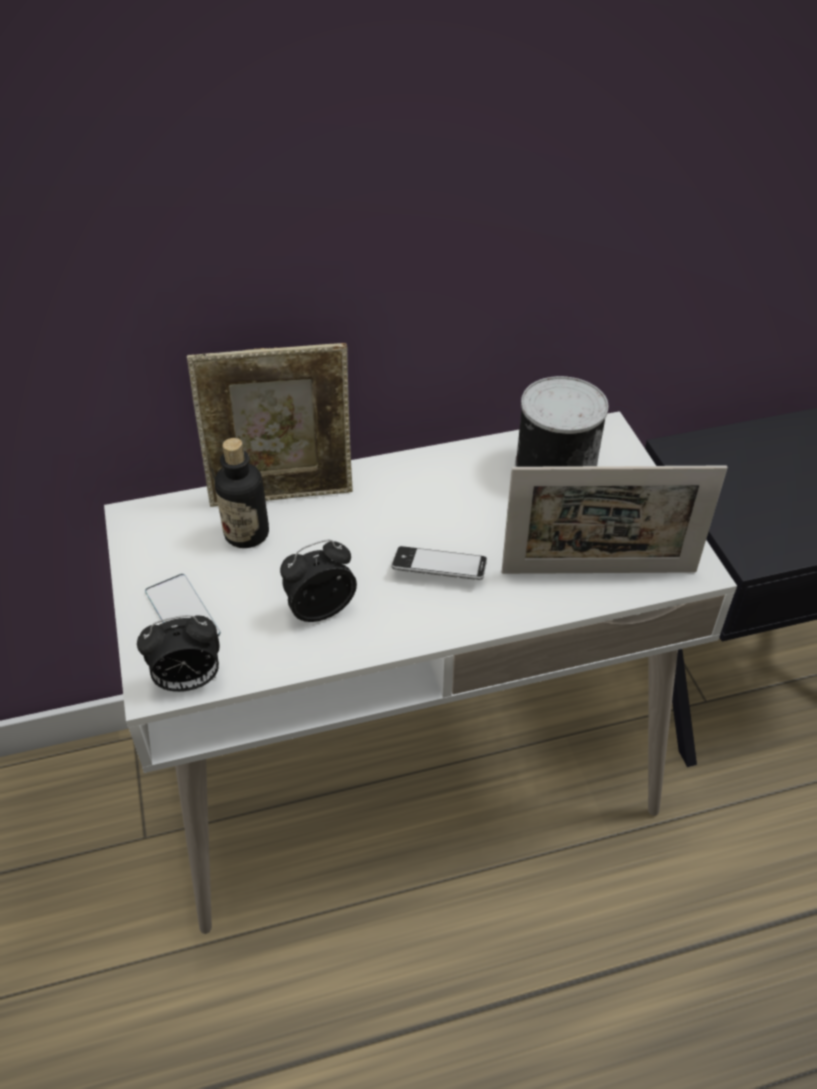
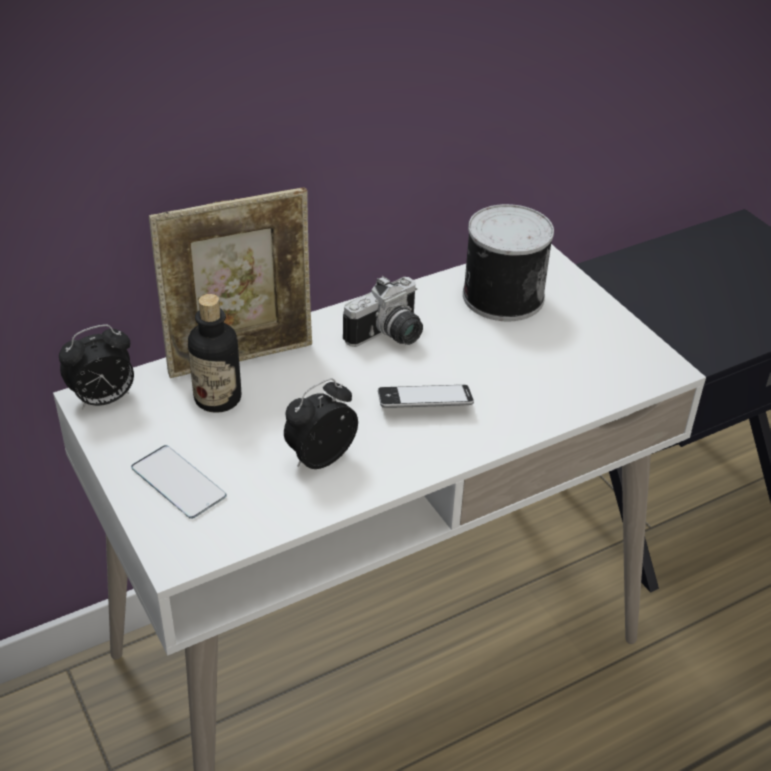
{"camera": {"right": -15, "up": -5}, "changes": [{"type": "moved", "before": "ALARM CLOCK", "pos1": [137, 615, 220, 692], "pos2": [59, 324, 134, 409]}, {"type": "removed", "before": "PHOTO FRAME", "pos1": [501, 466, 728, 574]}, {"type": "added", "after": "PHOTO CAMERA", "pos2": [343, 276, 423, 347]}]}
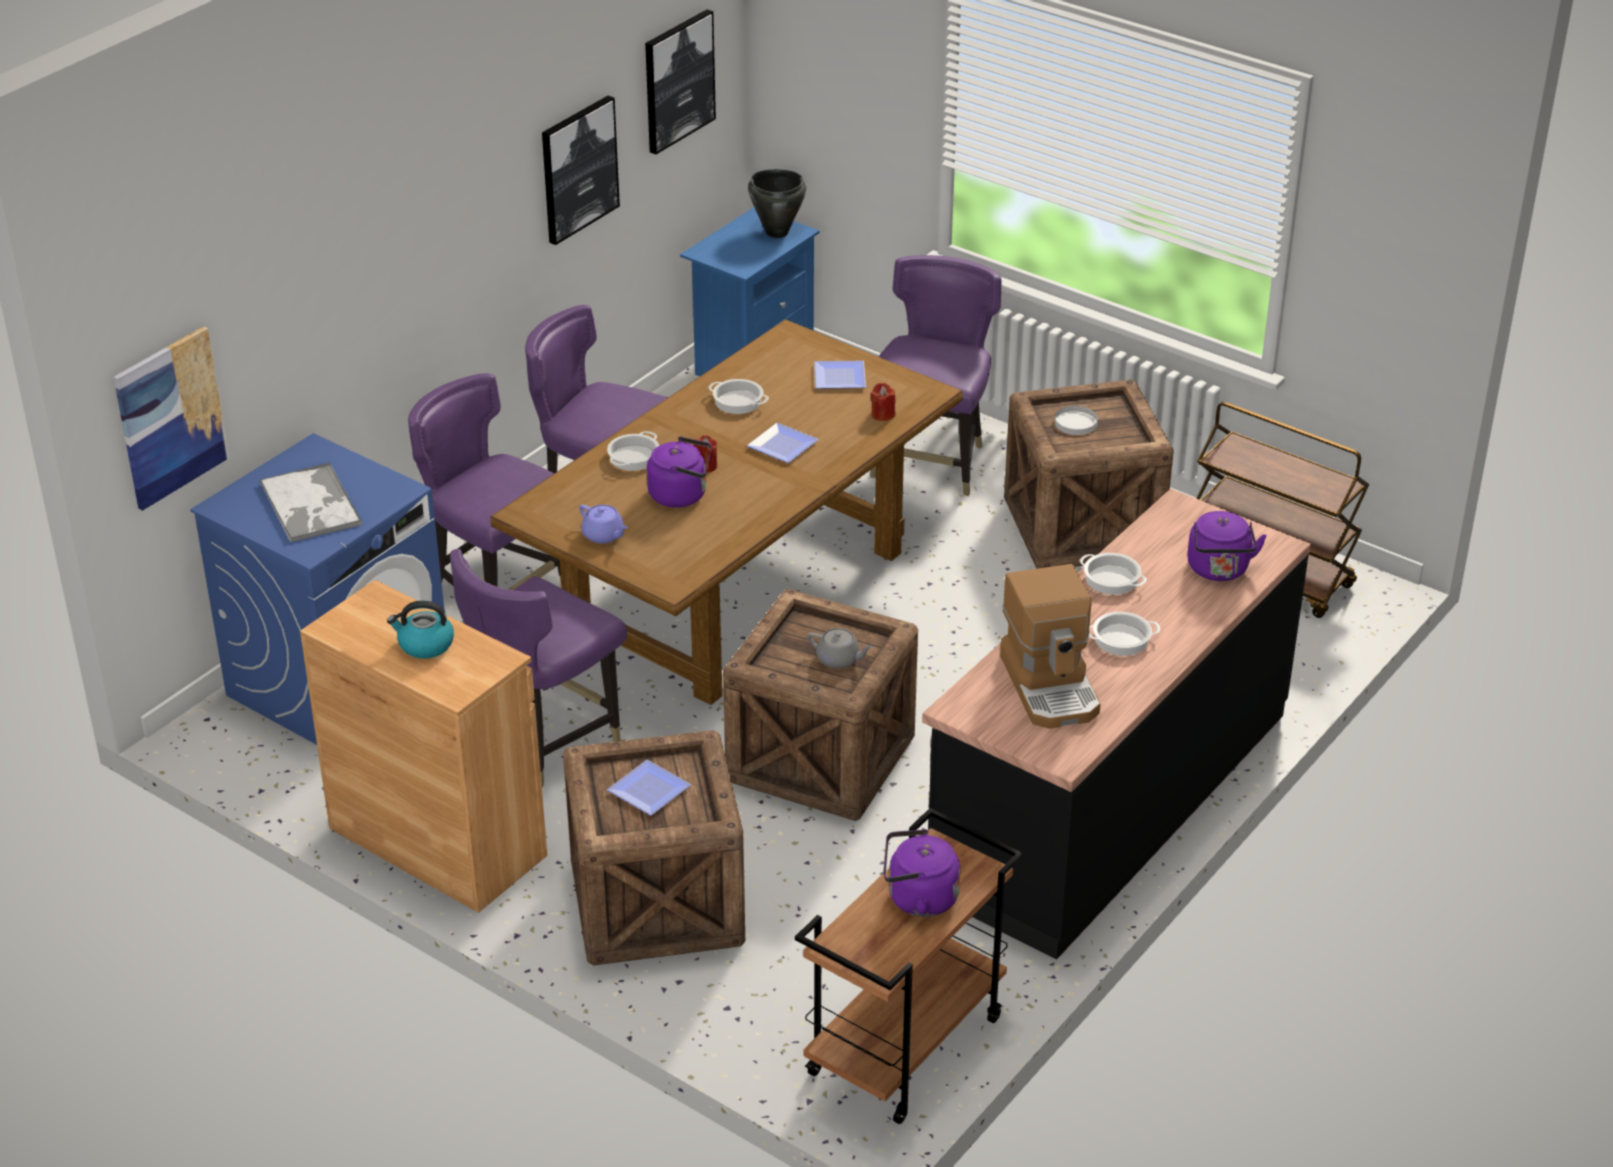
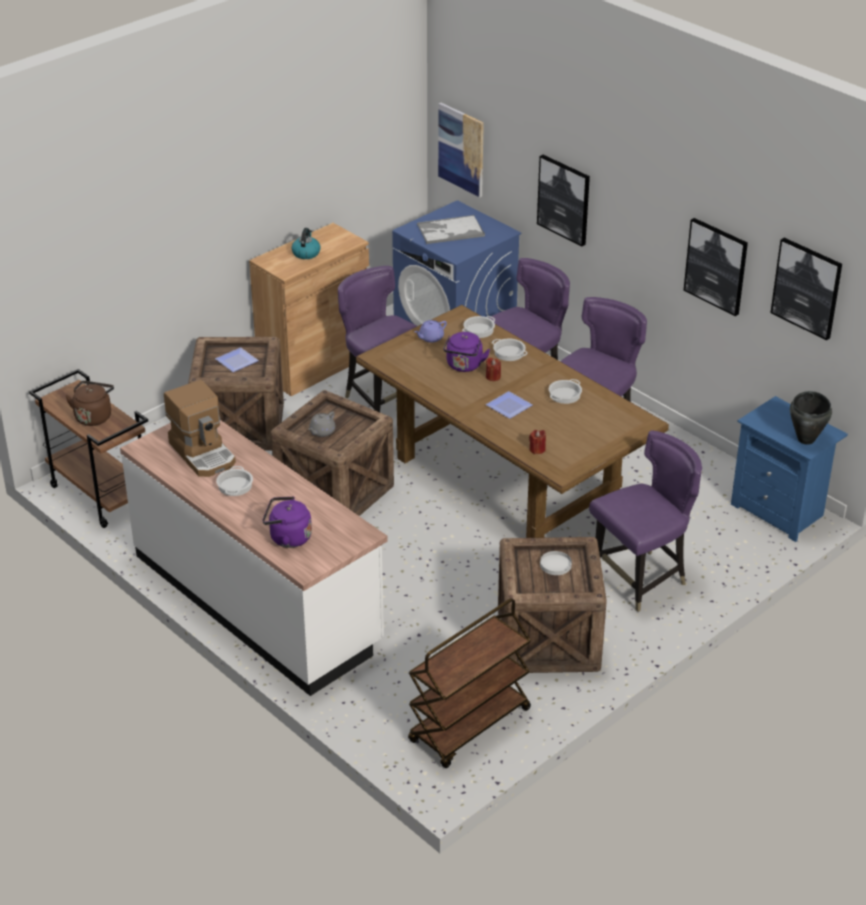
{"camera": {"right": 100, "up": 0}, "changes": [{"type": "removed", "before": "DINNER PLATE", "pos1": [814, 361, 866, 389]}, {"type": "turned", "before": "PURPLE-COLOURED CHAIR", "pos1": [870, 255, 1002, 496], "pos2": [589, 430, 702, 612], "turn": -60}, {"type": "recoloured", "before": "PURPLE-COLOURED WATER KETTLE", "after": "BROWN-COLOURED WATER KETTLE", "pos1": [883, 829, 961, 917], "pos2": [65, 381, 114, 426]}, {"type": "recoloured", "before": "BLACK KITCHEN COUNTER", "after": "WHITE-COLOURED KITCHEN COUNTER", "pos1": [922, 489, 1311, 960], "pos2": [120, 420, 387, 696]}, {"type": "turned", "before": "COFFEE BREWER", "pos1": [1000, 564, 1101, 729], "pos2": [164, 380, 236, 477], "turn": -120}, {"type": "moved", "before": "STOCKPOT", "pos1": [1079, 553, 1147, 595], "pos2": [462, 316, 495, 338]}, {"type": "added", "after": "WALL ART", "pos2": [537, 155, 590, 246]}]}
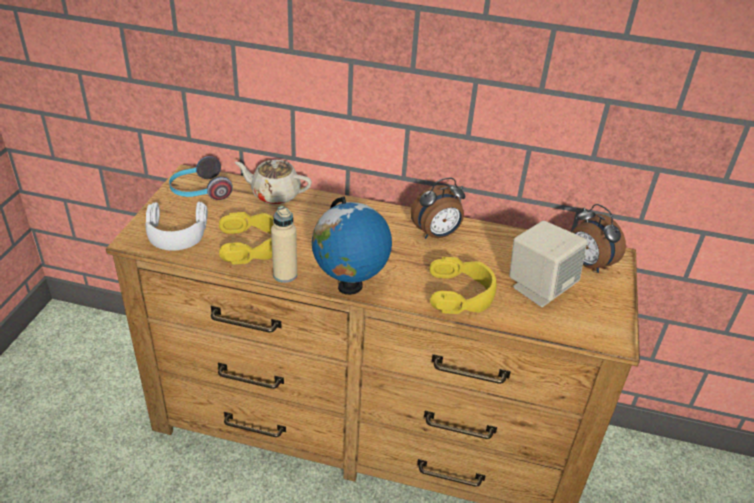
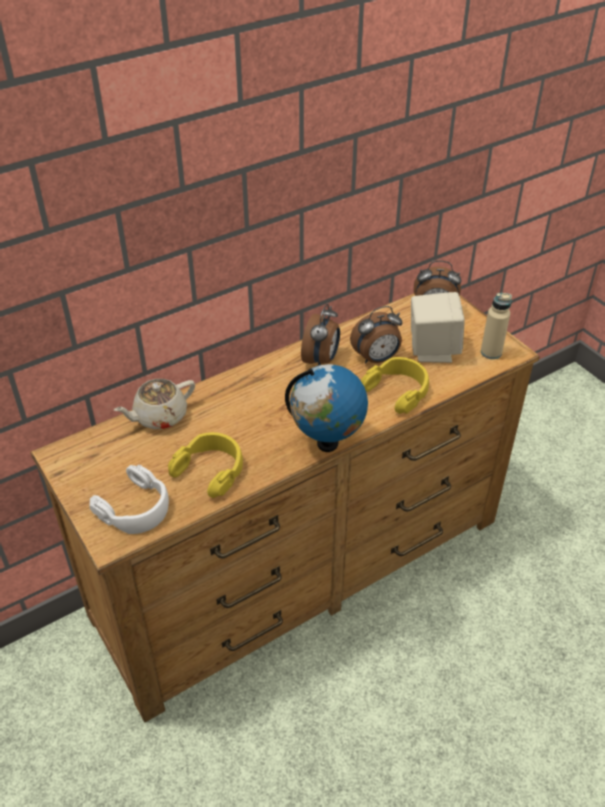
{"camera": {"right": -45, "up": 5}, "changes": [{"type": "removed", "before": "HEADPHONES", "pos1": [169, 156, 233, 200]}, {"type": "moved", "before": "BEIGE BEVERAGE BOTTLE", "pos1": [271, 206, 297, 283], "pos2": [481, 293, 512, 359]}, {"type": "added", "after": "ALARM CLOCK", "pos2": [350, 306, 402, 364]}]}
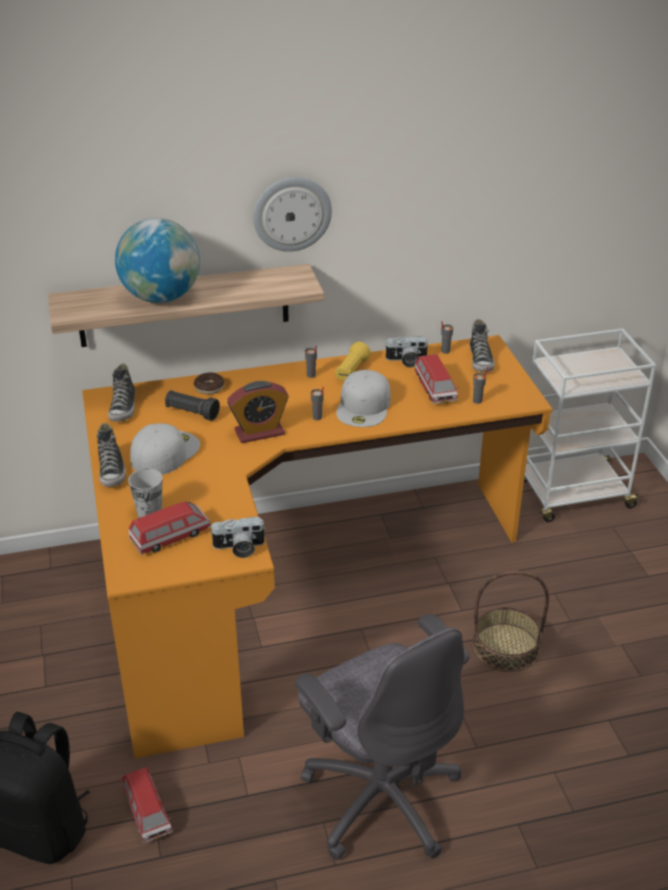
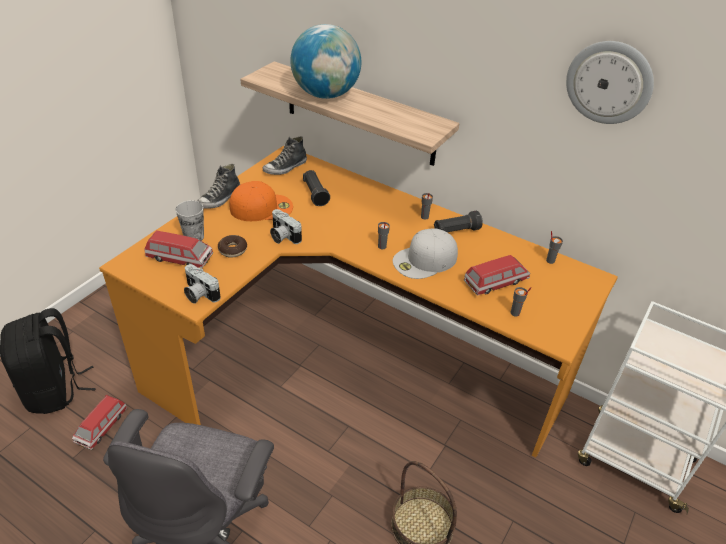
{"camera": {"right": 45, "up": 5}, "changes": [{"type": "recoloured", "before": "WHITE-COLOURED BASEBALL CAP", "after": "ORANGE BASEBALL CAP", "pos1": [130, 423, 200, 475], "pos2": [229, 181, 293, 221]}, {"type": "moved", "before": "DOUGHNUT", "pos1": [194, 372, 224, 394], "pos2": [218, 235, 247, 258]}, {"type": "removed", "before": "ALARM CLOCK", "pos1": [227, 381, 289, 443]}, {"type": "moved", "before": "CLOCK ON THE WALL", "pos1": [253, 177, 332, 252], "pos2": [566, 41, 654, 124]}, {"type": "recoloured", "before": "YELLOWISH HAND TORCH", "after": "BLACK HAND TORCH", "pos1": [335, 342, 371, 381], "pos2": [434, 211, 483, 232]}, {"type": "moved", "before": "PHOTO CAMERA", "pos1": [384, 336, 429, 368], "pos2": [270, 209, 302, 244]}, {"type": "turned", "before": "MODEL CAR", "pos1": [415, 354, 458, 404], "pos2": [464, 255, 530, 296], "turn": -150}, {"type": "removed", "before": "SHOE", "pos1": [470, 319, 495, 372]}]}
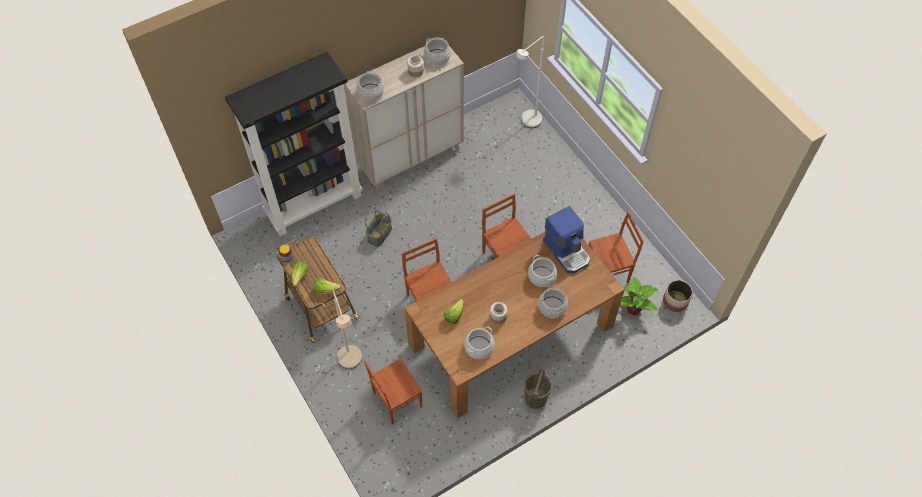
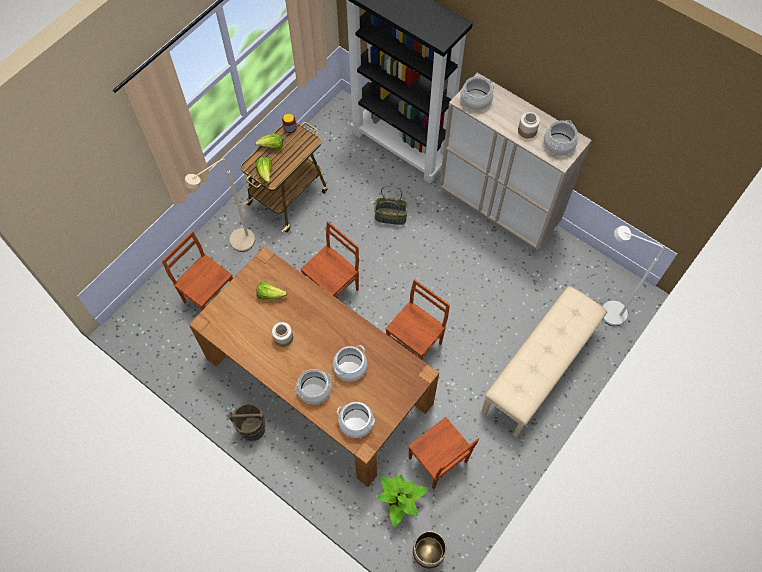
{"camera": {"right": 70, "up": 5}, "changes": [{"type": "moved", "before": "STOCKPOT", "pos1": [464, 326, 495, 359], "pos2": [337, 402, 375, 438]}, {"type": "removed", "before": "COFFEE BREWER", "pos1": [543, 206, 591, 274]}, {"type": "added", "after": "BEIGE LONG SEAT", "pos2": [481, 286, 607, 438]}]}
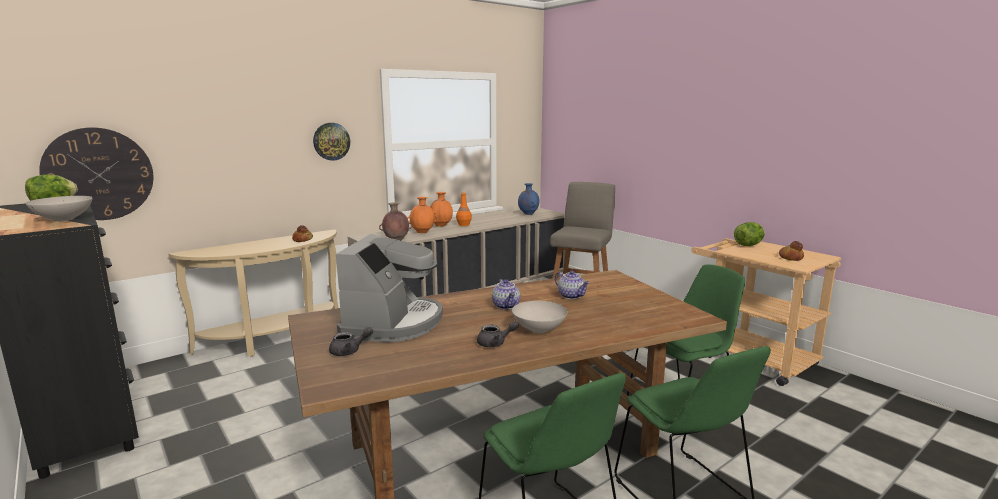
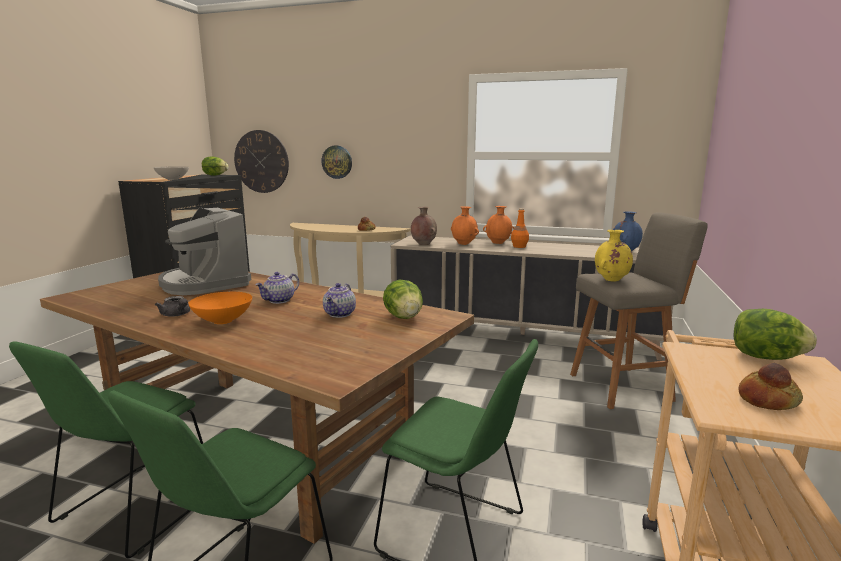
{"camera": {"right": 55, "up": 0}, "changes": [{"type": "moved", "before": "CLOCK ON THE WALL", "pos1": [313, 123, 350, 161], "pos2": [321, 146, 352, 179]}, {"type": "removed", "before": "GRAY POT FOR TEA", "pos1": [329, 327, 373, 356]}, {"type": "turned", "before": "COFFEE BREWER", "pos1": [336, 234, 443, 342], "pos2": [158, 208, 251, 295], "turn": 75}, {"type": "recoloured", "before": "WHITE-COLOURED SERVING BOWL", "after": "ORANGE SERVING BOWL", "pos1": [512, 301, 568, 333], "pos2": [188, 292, 252, 324]}, {"type": "added", "after": "HEAD OF LETTUCE", "pos2": [383, 280, 423, 319]}, {"type": "added", "after": "YELLOWISH FLOWER VASE", "pos2": [595, 230, 633, 281]}]}
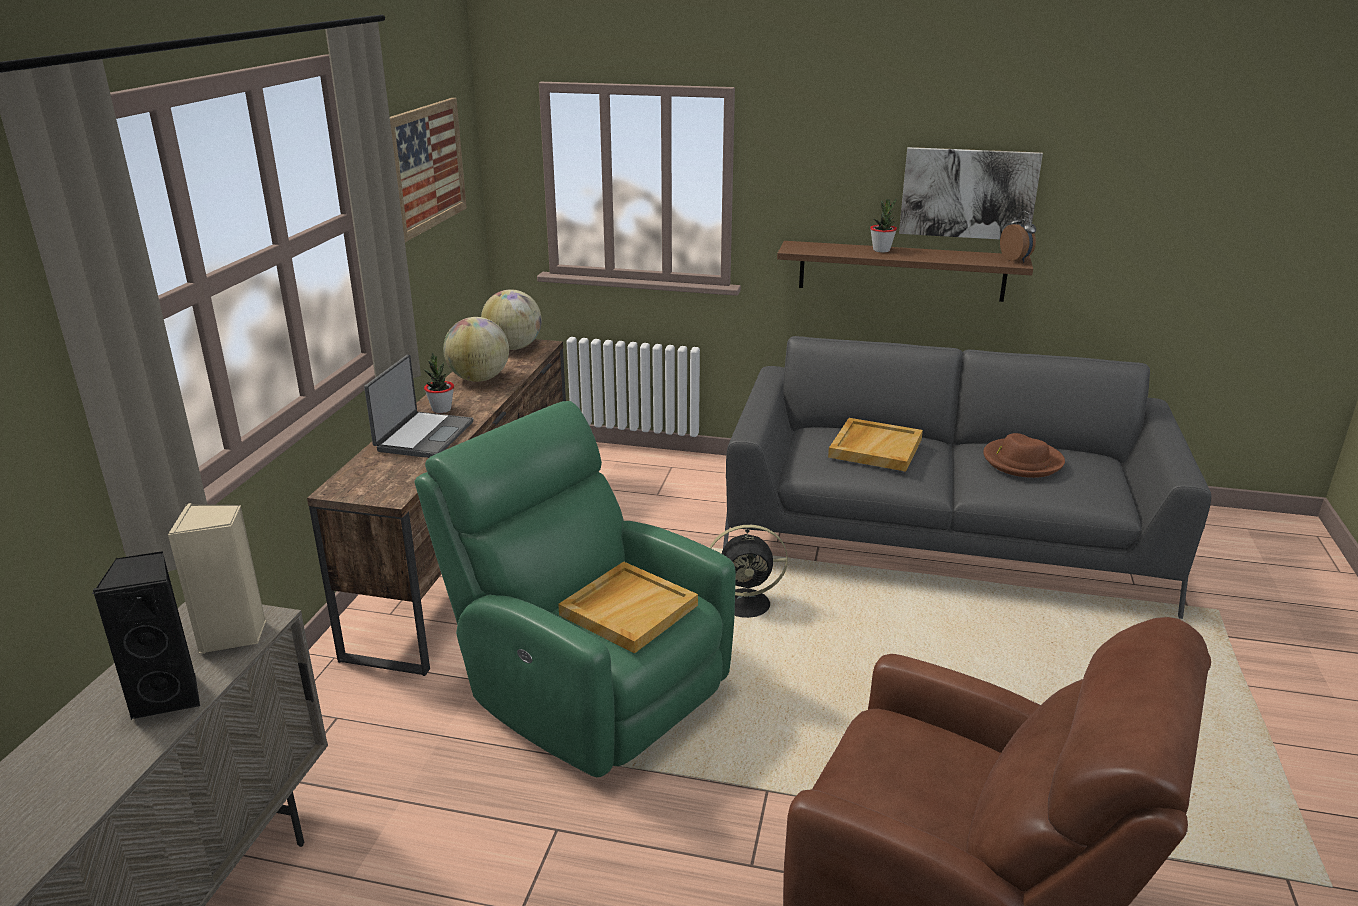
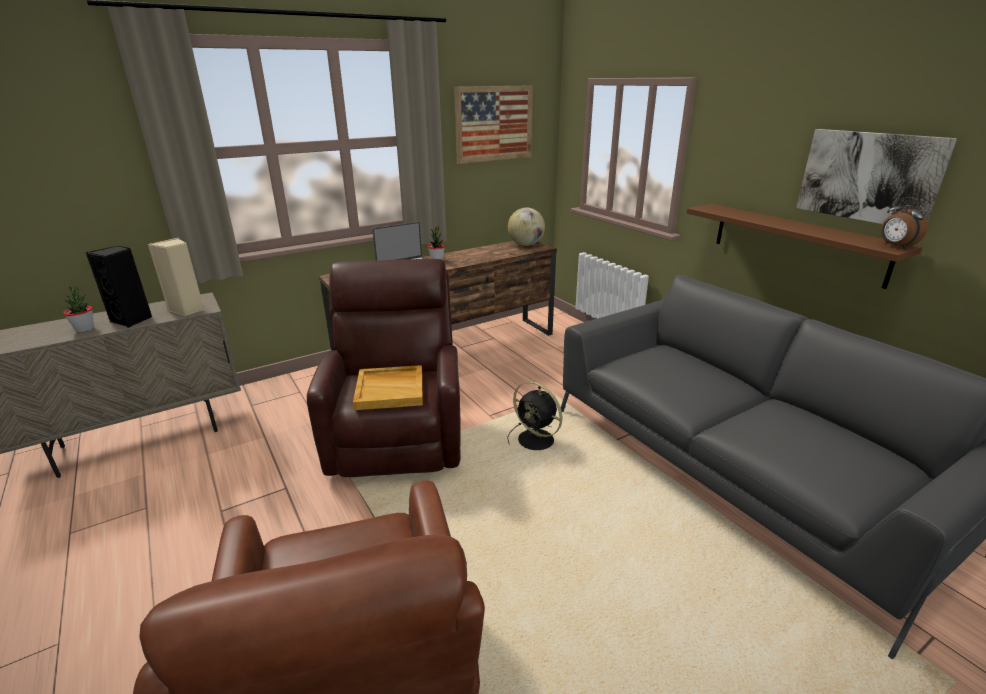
{"camera": {"right": 45, "up": 0}, "changes": [{"type": "recoloured", "before": "GREEN ARMCHAIR", "after": "BROWN-COLOURED ARMCHAIR", "pos1": [414, 401, 736, 777], "pos2": [307, 259, 461, 477]}, {"type": "removed", "before": "GLOBE", "pos1": [443, 317, 509, 382]}, {"type": "removed", "before": "BEIGE CARRYING TRAY", "pos1": [828, 418, 923, 472]}, {"type": "moved", "before": "PLANT IN A POT", "pos1": [870, 198, 897, 253], "pos2": [63, 286, 94, 332]}, {"type": "removed", "before": "BROWN-COLOURED CLOTHING HAT", "pos1": [983, 433, 1065, 478]}, {"type": "turned", "before": "ALARM CLOCK", "pos1": [1000, 211, 1036, 262], "pos2": [881, 197, 928, 249], "turn": 135}]}
